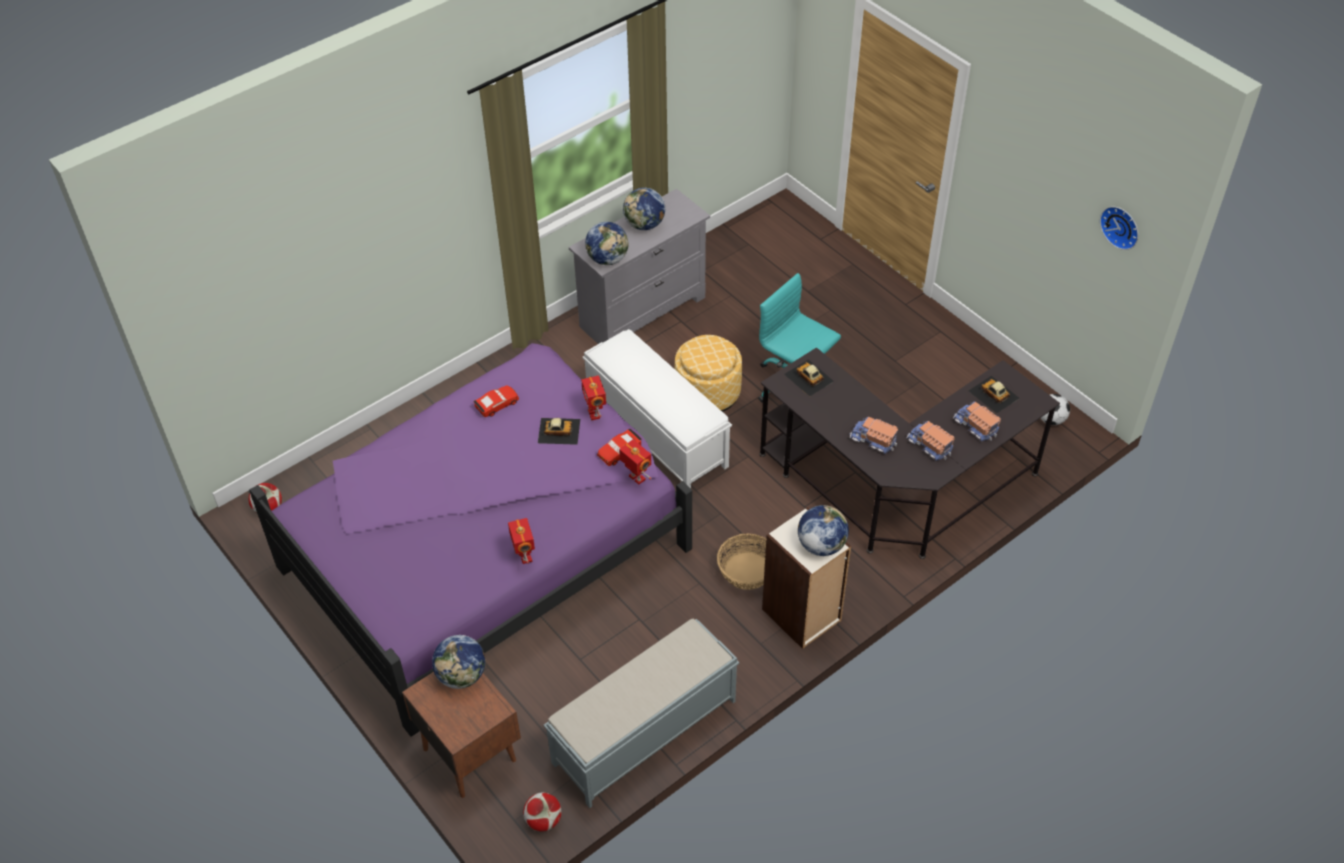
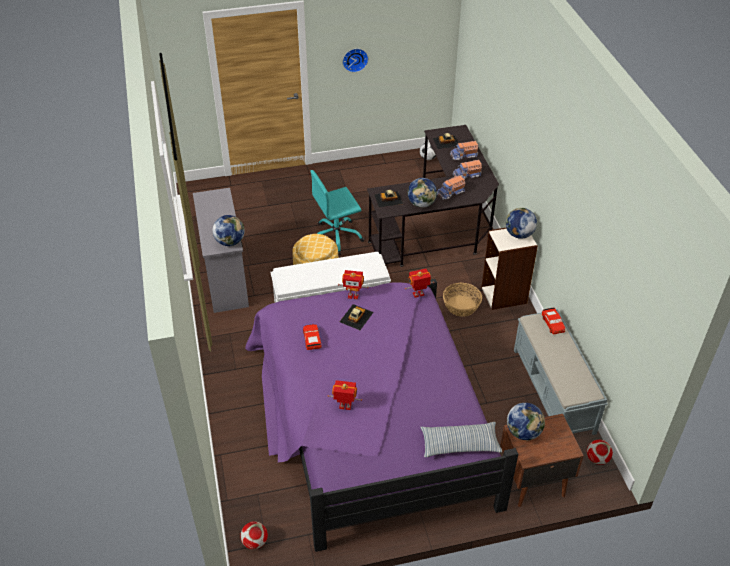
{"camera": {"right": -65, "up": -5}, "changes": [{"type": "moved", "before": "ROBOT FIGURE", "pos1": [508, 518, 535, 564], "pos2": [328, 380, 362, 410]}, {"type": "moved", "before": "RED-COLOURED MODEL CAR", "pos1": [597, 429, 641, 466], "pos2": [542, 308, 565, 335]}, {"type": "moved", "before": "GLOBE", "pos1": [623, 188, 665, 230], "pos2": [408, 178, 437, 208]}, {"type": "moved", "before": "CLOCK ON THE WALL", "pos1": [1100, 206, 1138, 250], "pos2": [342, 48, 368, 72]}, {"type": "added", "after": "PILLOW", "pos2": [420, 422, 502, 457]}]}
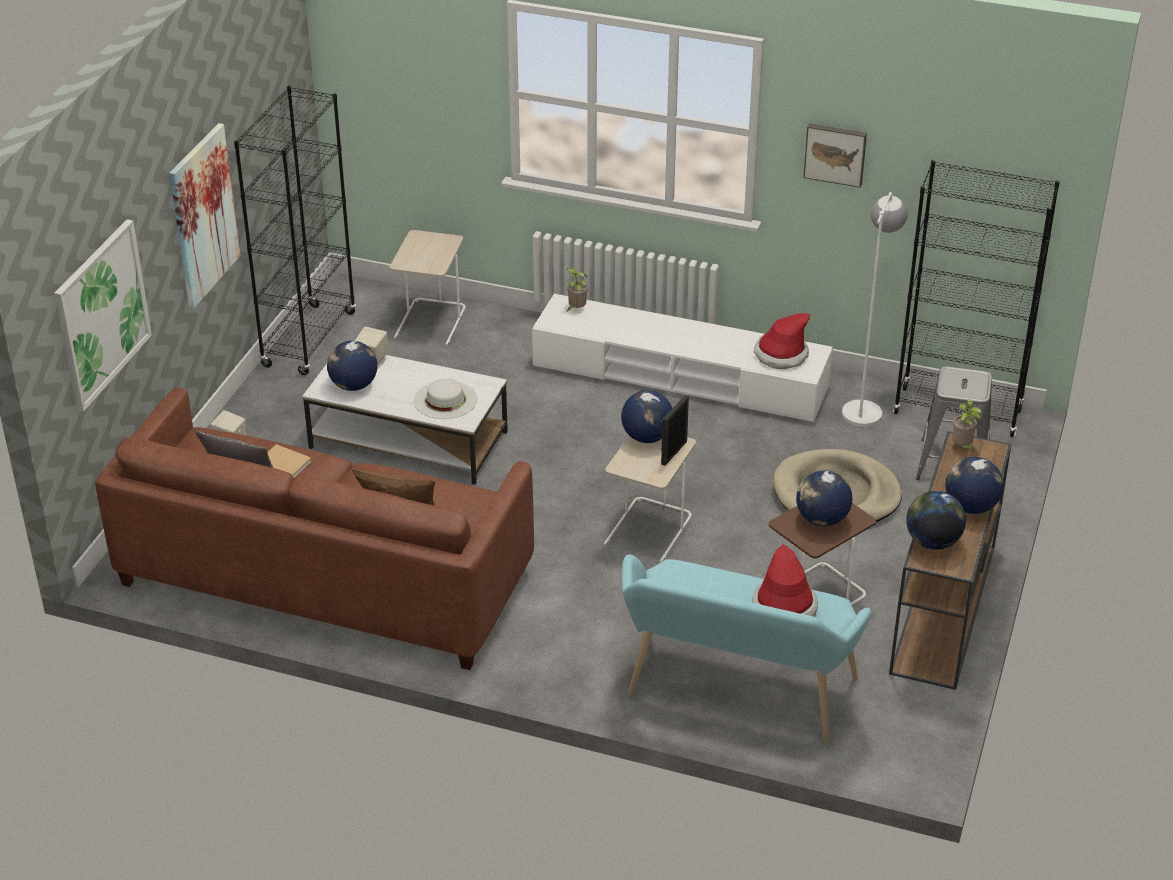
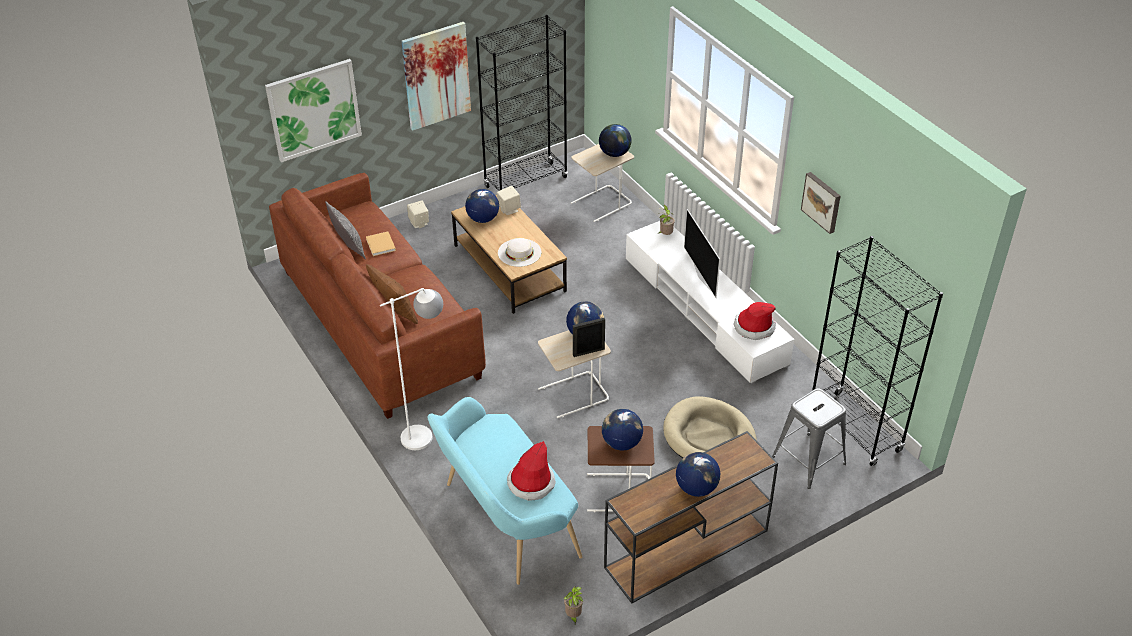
{"camera": {"right": 40, "up": 5}, "changes": [{"type": "recoloured", "before": "WHITE-COLOURED COFFEE TABLE", "after": "BROWN-COLOURED COFFEE TABLE", "pos1": [302, 355, 508, 485], "pos2": [451, 195, 567, 314]}, {"type": "moved", "before": "WHITE-COLOURED STANDARD LAMP", "pos1": [842, 192, 908, 427], "pos2": [380, 288, 443, 450]}, {"type": "moved", "before": "GLOBE", "pos1": [906, 491, 966, 550], "pos2": [599, 124, 632, 157]}, {"type": "moved", "before": "PLANT IN A POT", "pos1": [952, 400, 982, 452], "pos2": [563, 587, 583, 624]}, {"type": "added", "after": "TELEVISION", "pos2": [684, 209, 720, 298]}]}
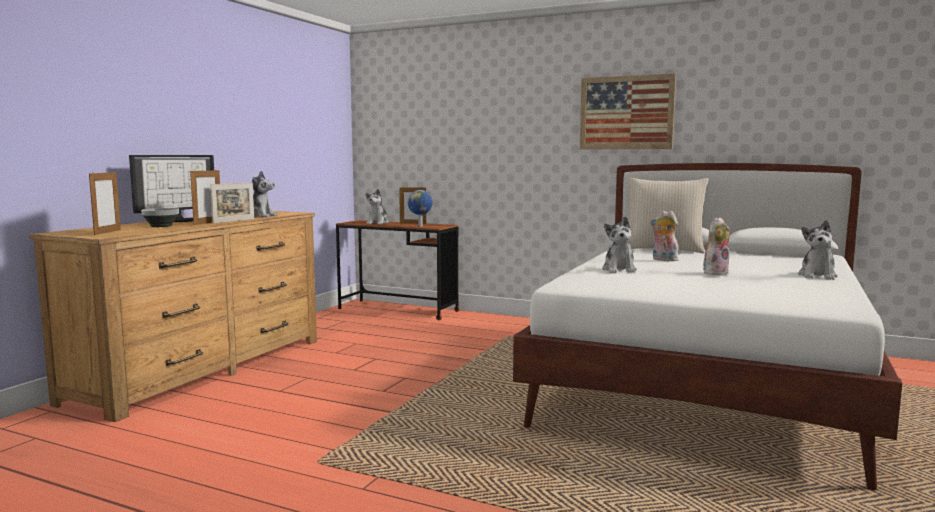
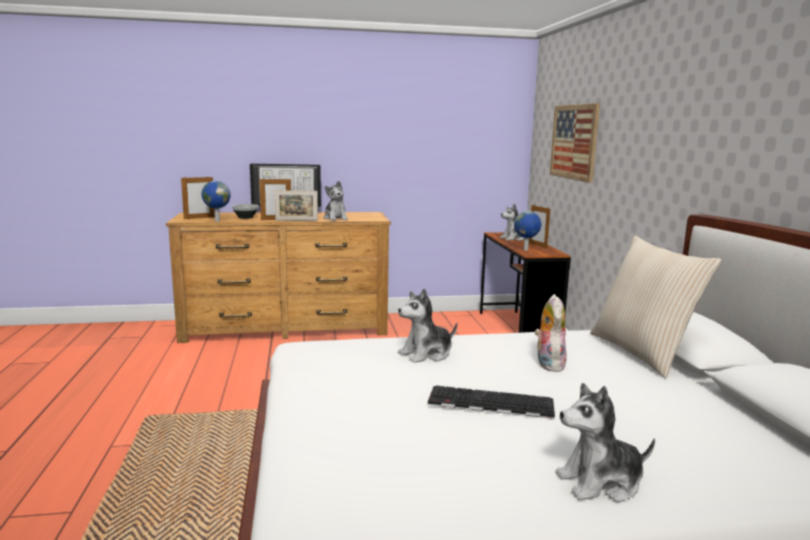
{"camera": {"right": 55, "up": 5}, "changes": [{"type": "moved", "before": "WALL ART", "pos1": [580, 73, 676, 149], "pos2": [550, 103, 600, 183]}, {"type": "replaced", "before": "CUDDLY TOY", "after": "PC KEYBOARD", "pos1": [703, 217, 730, 275], "pos2": [428, 385, 555, 419]}, {"type": "added", "after": "GLOBE", "pos2": [201, 181, 231, 222]}]}
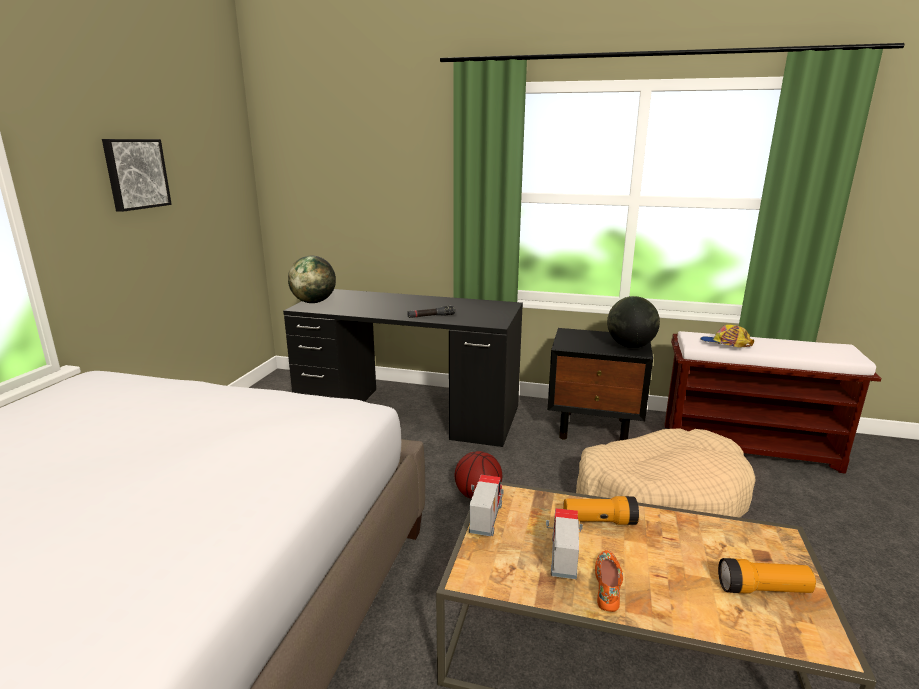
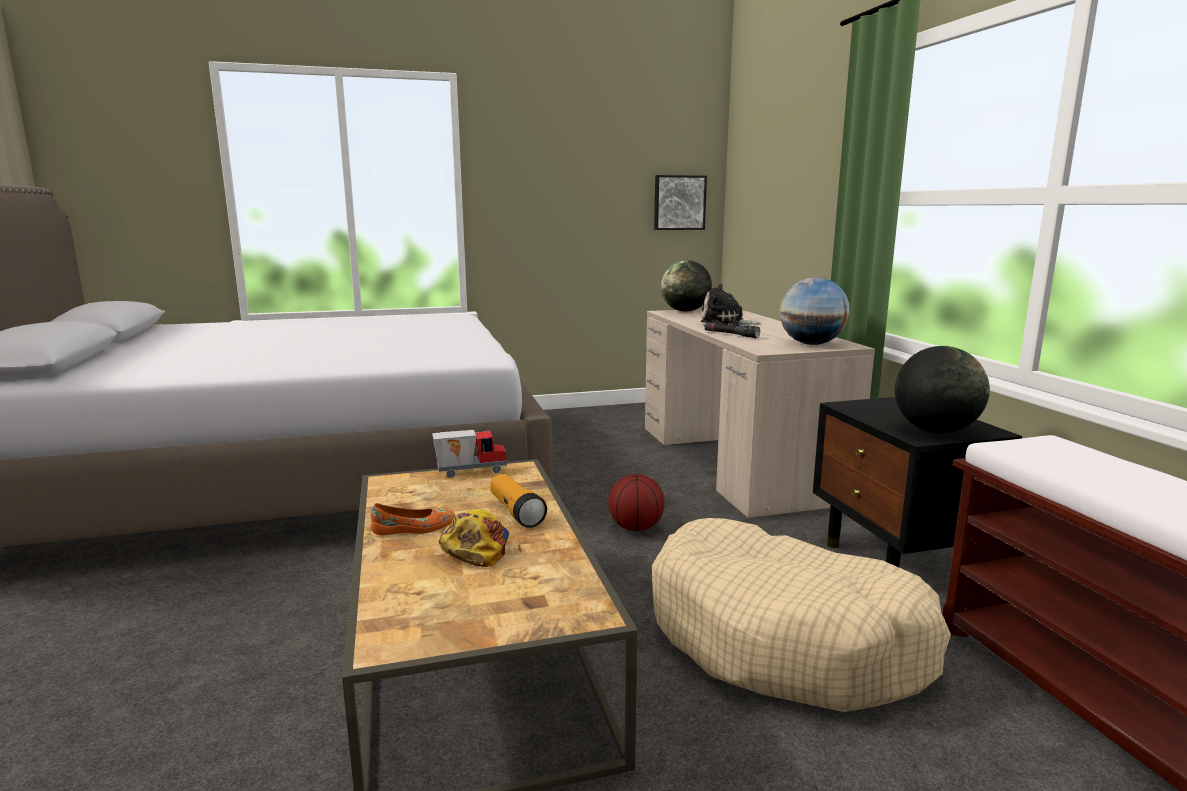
{"camera": {"right": 60, "up": -5}, "changes": [{"type": "moved", "before": "WALL ART", "pos1": [102, 139, 172, 212], "pos2": [654, 175, 707, 230]}, {"type": "recoloured", "before": "BLACK DESK TABLE", "after": "BEIGE DESK TABLE", "pos1": [283, 289, 523, 447], "pos2": [645, 309, 875, 518]}, {"type": "removed", "before": "MODEL TRUCK", "pos1": [546, 508, 583, 579]}, {"type": "moved", "before": "BASEBALL CAP", "pos1": [700, 325, 754, 347], "pos2": [439, 509, 509, 567]}, {"type": "removed", "before": "HAND TORCH", "pos1": [718, 558, 816, 594]}, {"type": "added", "after": "CUDDLY TOY", "pos2": [701, 284, 761, 326]}, {"type": "added", "after": "GLOBE", "pos2": [780, 277, 850, 345]}]}
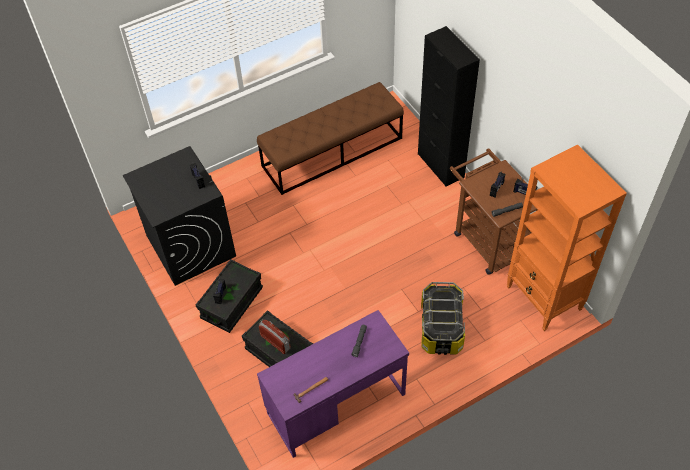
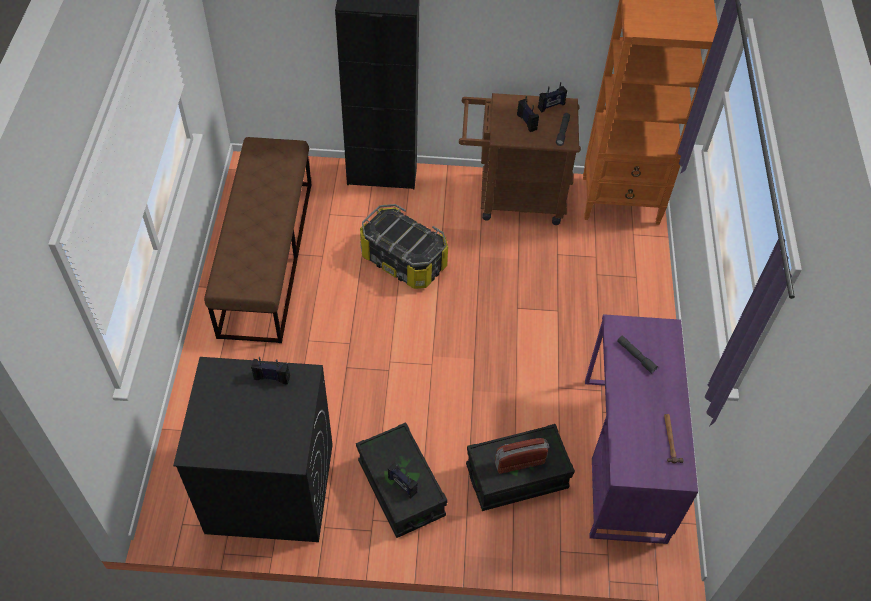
{"camera": {"right": -60, "up": 0}, "changes": [{"type": "moved", "before": "STORAGE BIN", "pos1": [421, 282, 465, 355], "pos2": [360, 204, 448, 289]}]}
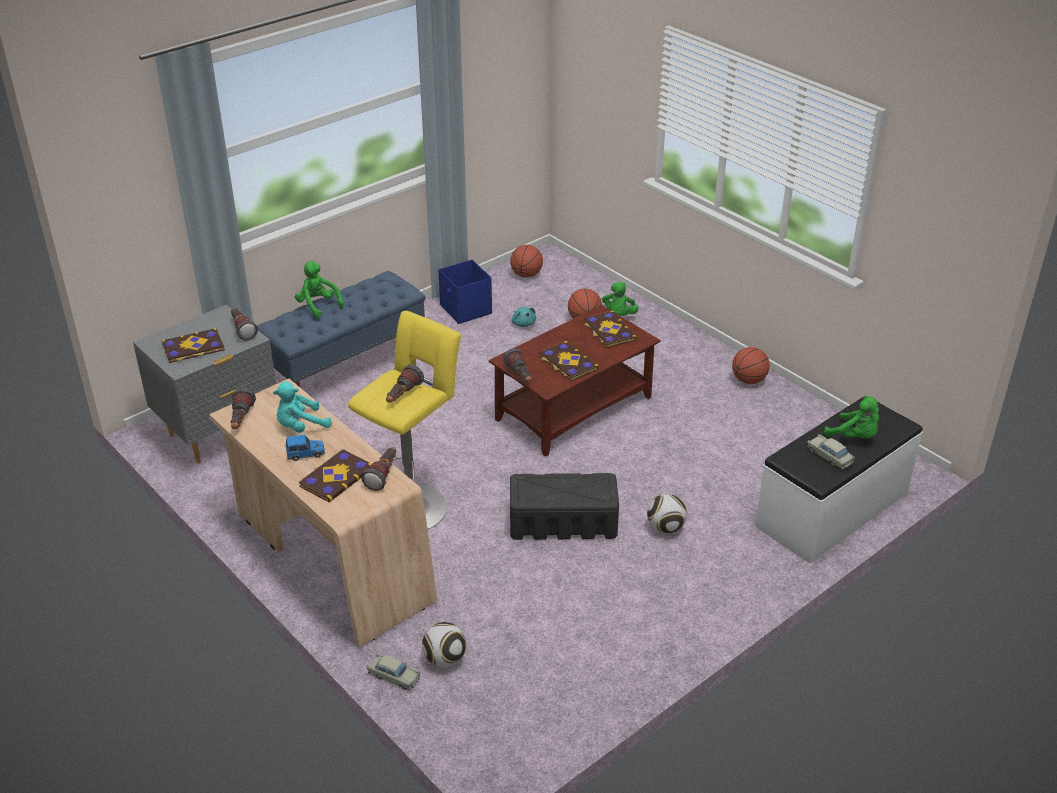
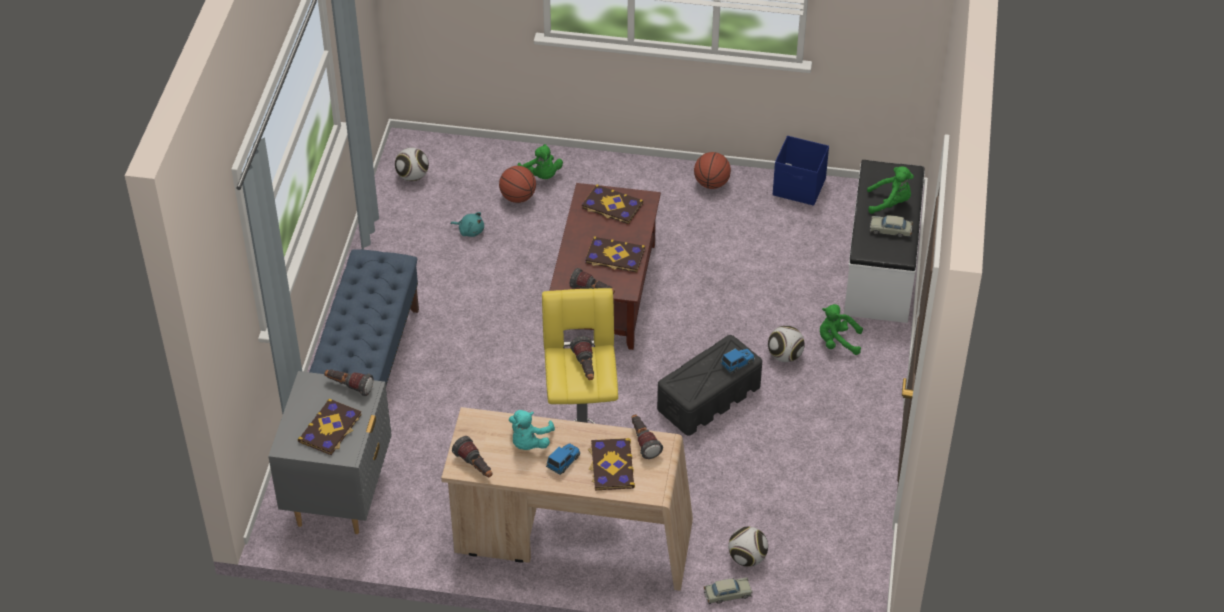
{"camera": {"right": -40, "up": 10}, "changes": [{"type": "moved", "before": "GREEN CUDDLY TOY", "pos1": [295, 261, 344, 318], "pos2": [820, 304, 863, 355]}, {"type": "moved", "before": "BLUE-COLOURED STORAGE BIN", "pos1": [438, 260, 492, 324], "pos2": [773, 136, 829, 206]}, {"type": "replaced", "before": "BASKETBALL BALL", "after": "FOOTBALL BALL", "pos1": [510, 245, 543, 278], "pos2": [395, 148, 429, 181]}, {"type": "added", "after": "MODEL CAR", "pos2": [720, 348, 755, 374]}]}
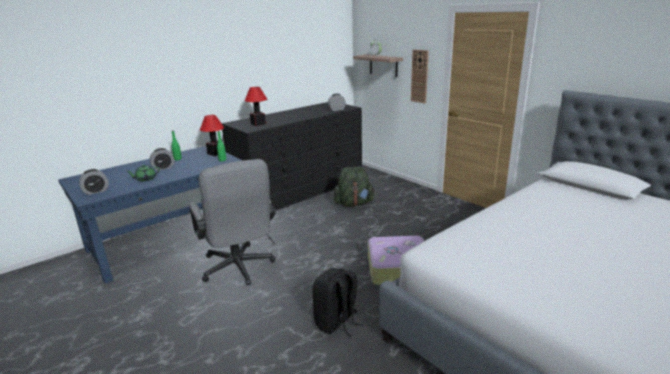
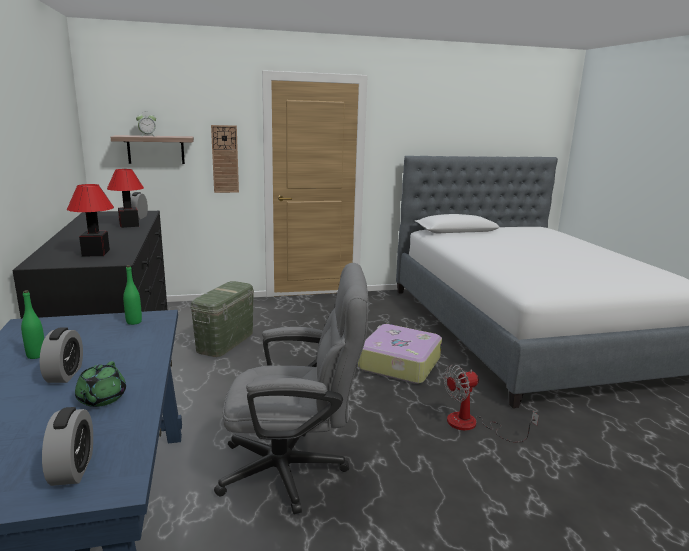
{"camera": {"right": -65, "up": -5}, "changes": [{"type": "moved", "before": "LAMP FOR A TABLE", "pos1": [200, 115, 224, 156], "pos2": [107, 169, 144, 228]}, {"type": "replaced", "before": "BLACK KNAPSACK", "after": "ELECTRIC FAN", "pos1": [313, 268, 363, 337], "pos2": [443, 364, 539, 442]}, {"type": "replaced", "before": "GREEN KNAPSACK", "after": "GREEN STORAGE BIN", "pos1": [333, 167, 374, 207], "pos2": [190, 281, 254, 357]}]}
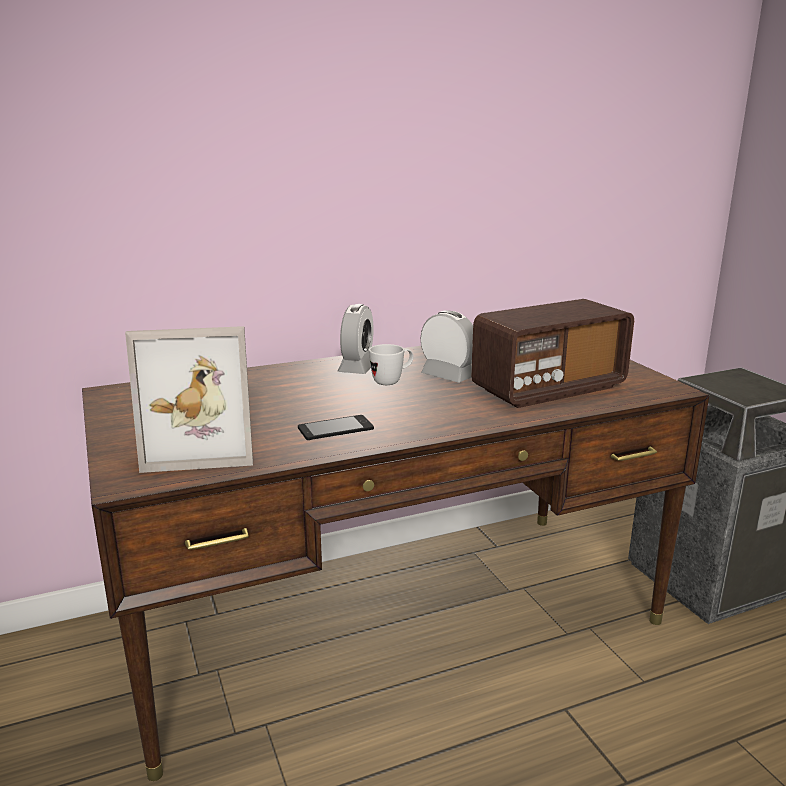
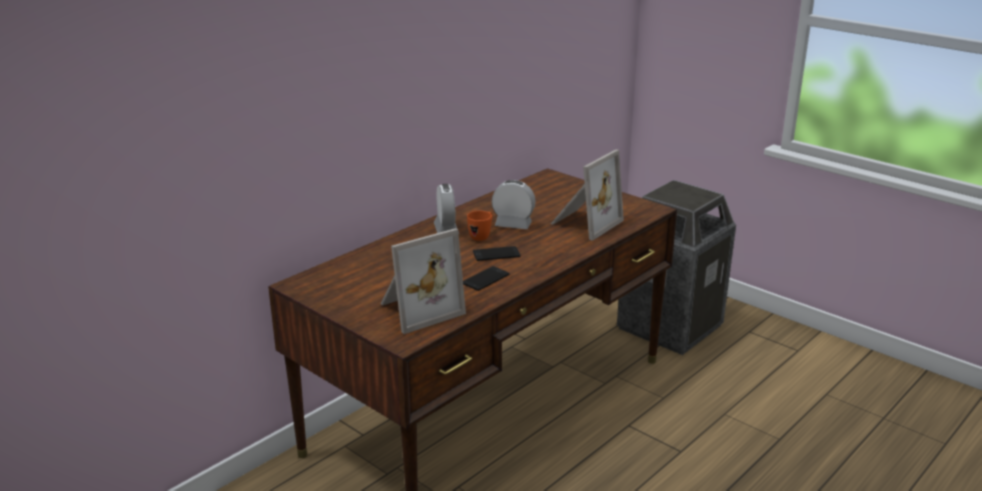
{"camera": {"right": -25, "up": 5}, "changes": [{"type": "recoloured", "before": "WHITE-COLOURED COFFEE MUG", "after": "ORANGE COFFEE MUG", "pos1": [369, 344, 414, 385], "pos2": [467, 211, 493, 241]}, {"type": "replaced", "before": "RADIO", "after": "PHOTO FRAME", "pos1": [471, 299, 634, 408], "pos2": [551, 150, 624, 241]}, {"type": "added", "after": "HANDSET", "pos2": [473, 246, 520, 261]}]}
